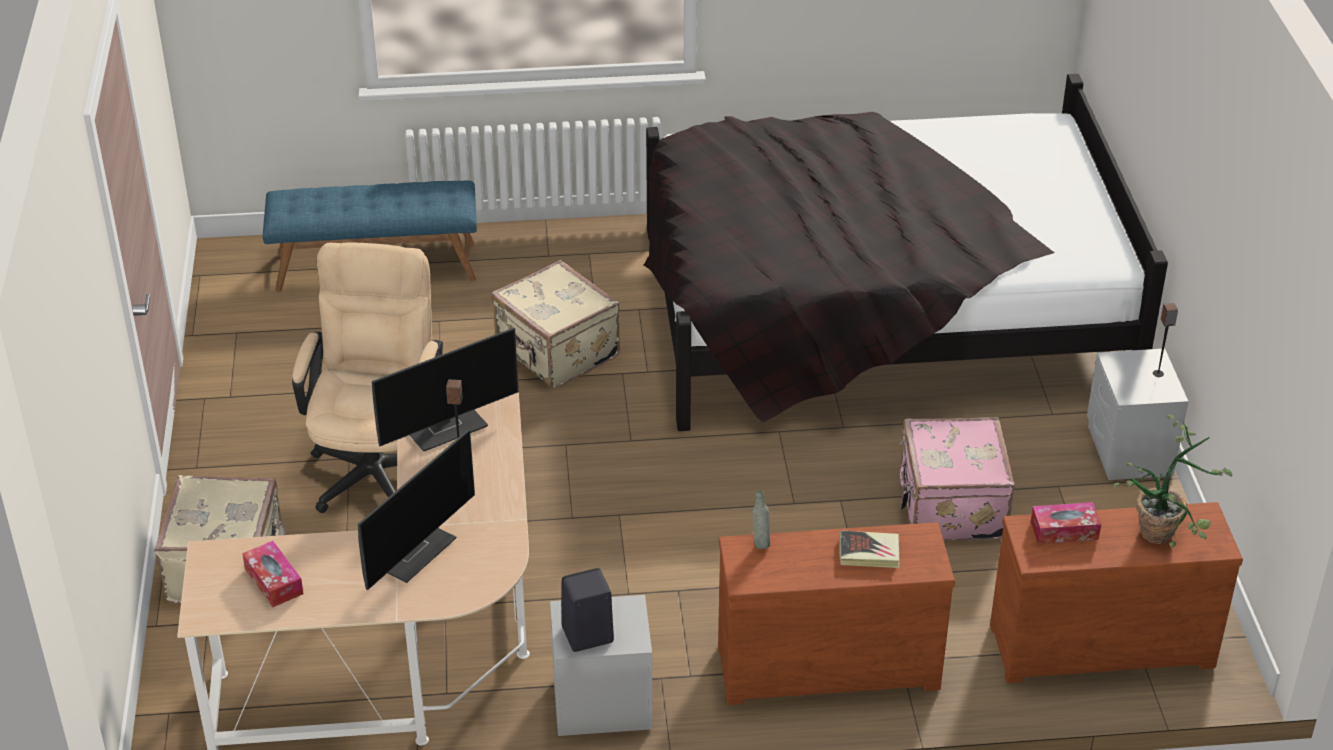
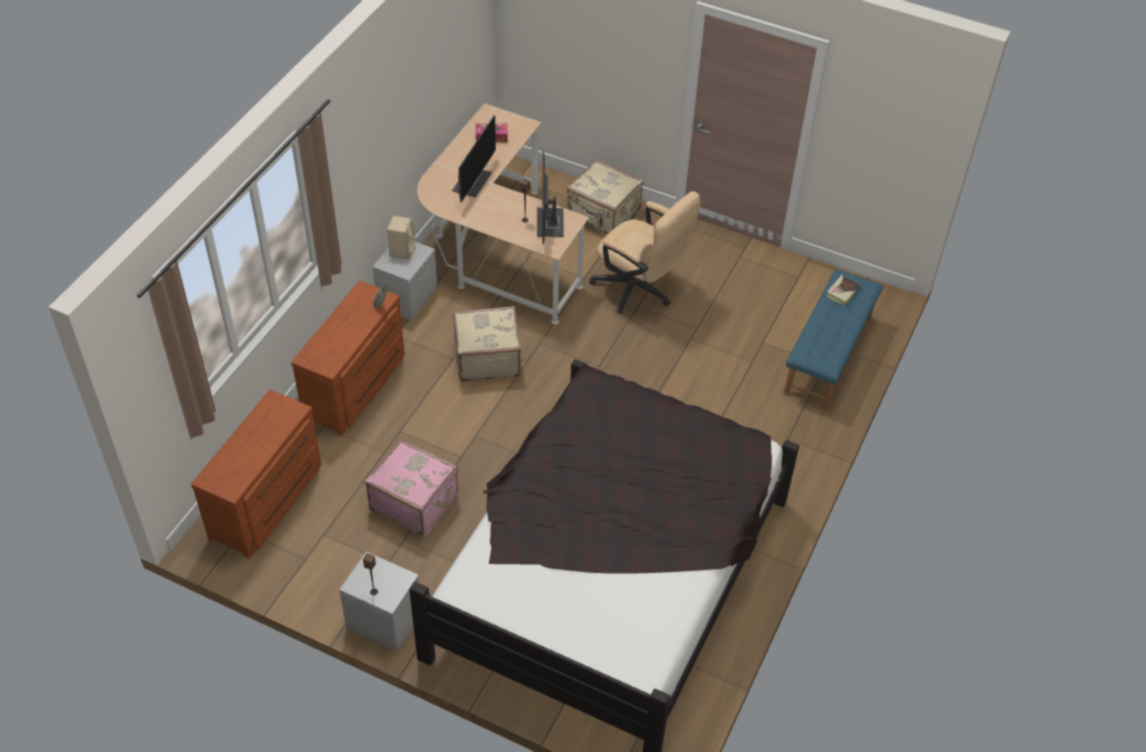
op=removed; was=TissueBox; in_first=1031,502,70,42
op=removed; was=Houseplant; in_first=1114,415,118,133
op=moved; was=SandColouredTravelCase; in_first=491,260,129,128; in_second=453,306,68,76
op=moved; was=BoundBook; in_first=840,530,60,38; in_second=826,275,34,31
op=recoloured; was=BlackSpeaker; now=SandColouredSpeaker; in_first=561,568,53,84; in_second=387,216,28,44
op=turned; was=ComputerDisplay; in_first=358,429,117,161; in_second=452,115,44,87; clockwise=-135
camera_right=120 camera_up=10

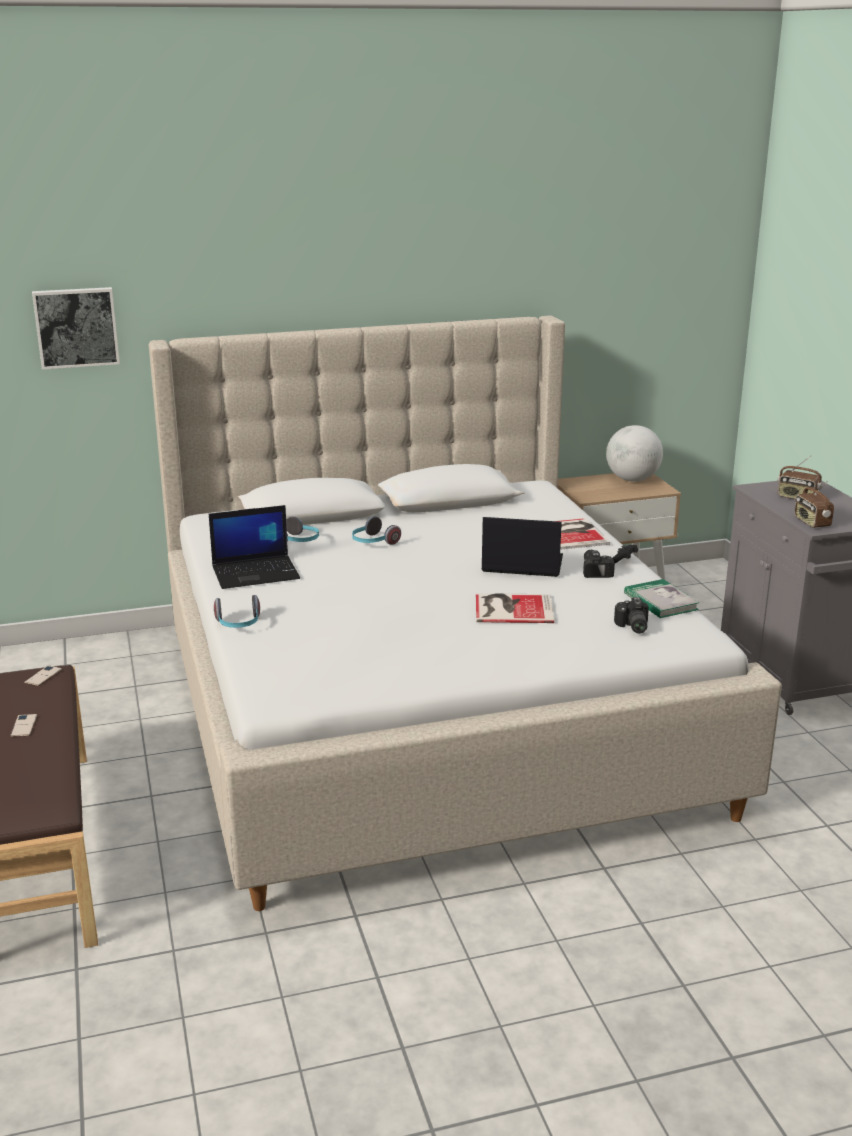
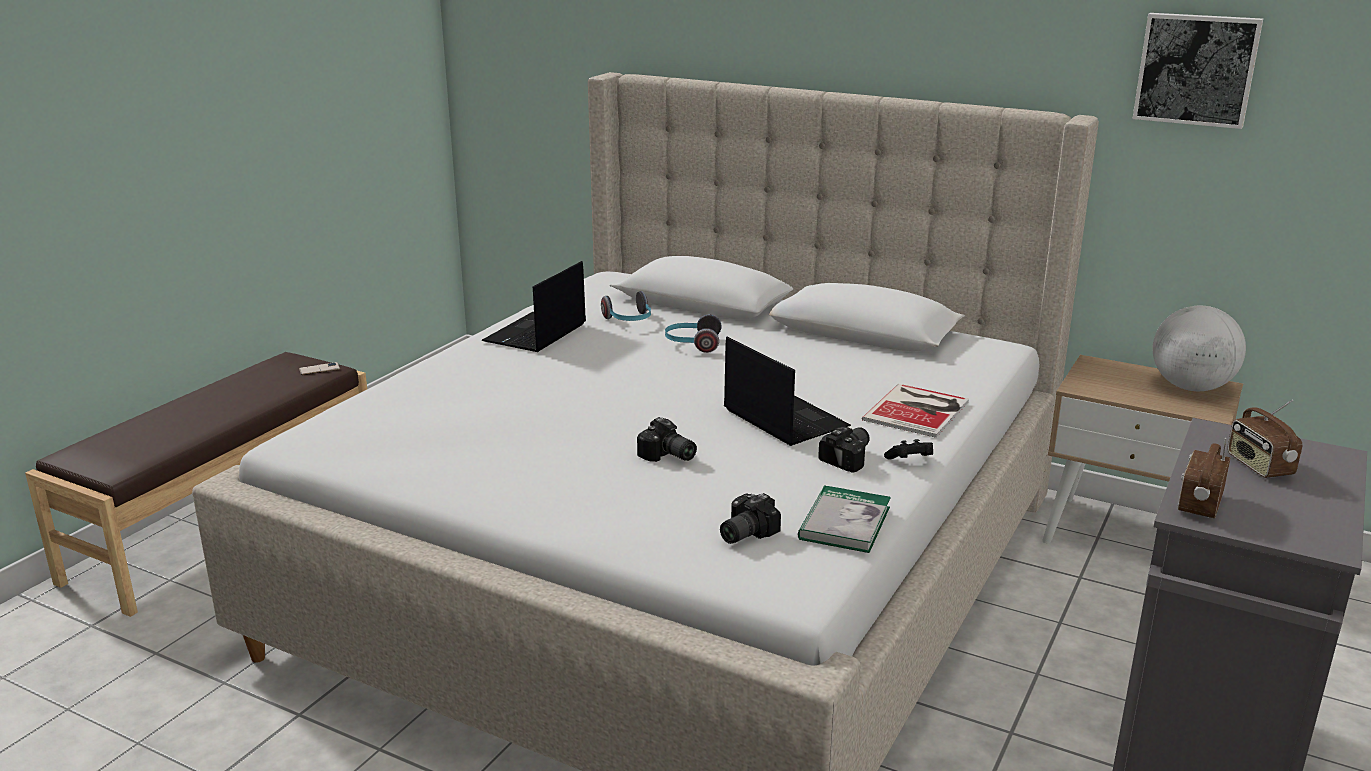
op=removed; was=Handset; in_first=10,714,27,23
op=removed; was=PairOfHeadphones; in_first=214,595,46,33
op=moved; was=WallPicture; in_first=32,287,88,83; in_second=1132,13,131,116
op=replaced; was=BoundBook; now=PhotoCamera; in_first=476,593,78,30; in_second=637,417,60,45
op=turned; was=PortableComputer; in_first=209,505,91,84; in_second=482,261,104,91; clockwise=90
camera_right=45 camera_up=0

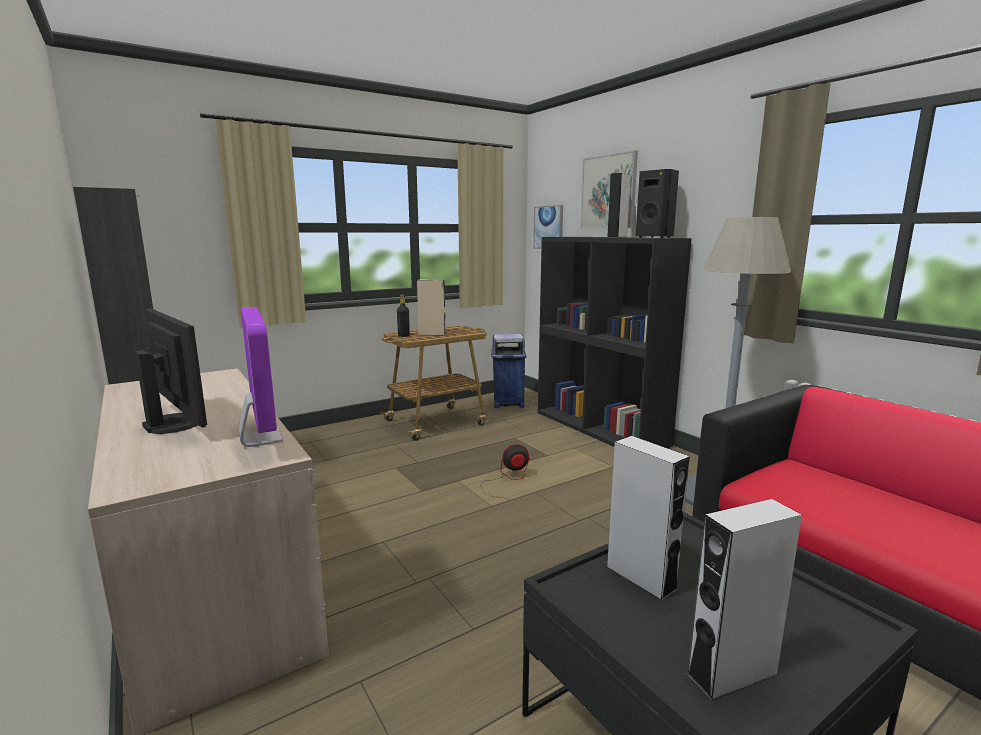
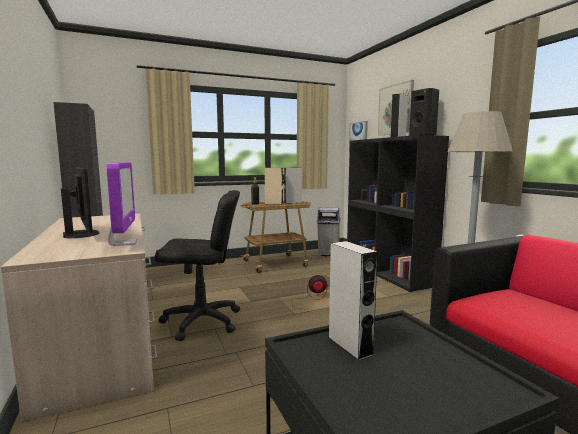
op=added; now=BlackDeskChair; in_second=154,190,86,151
op=moved; was=GraySpeaker; in_first=686,499,116,202; in_second=284,168,18,36
op=recoloured; was=BluishTrashCan; now=GrayTrashCan; in_first=491,334,35,74; in_second=316,208,25,49
camera_right=10 camera_up=-5

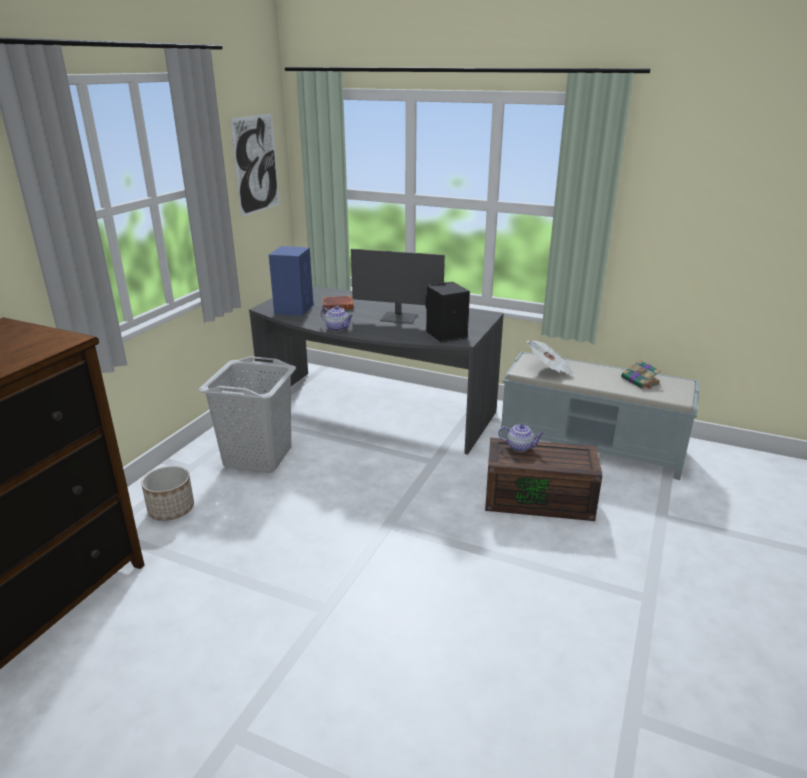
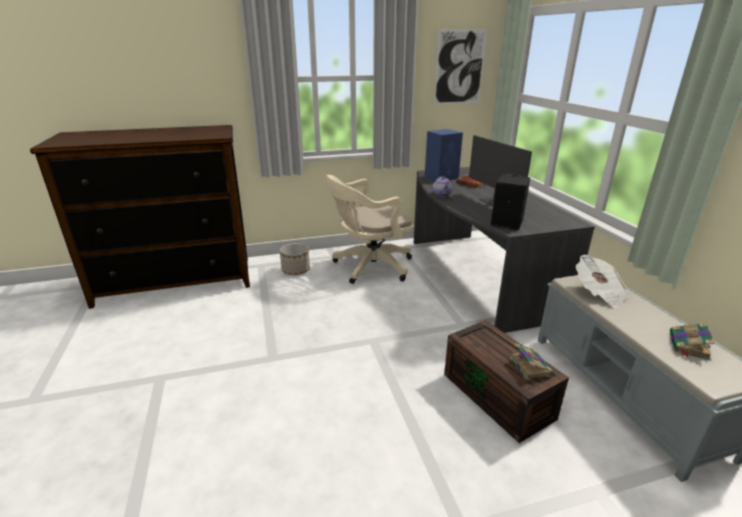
op=removed; was=Teapot; in_first=498,424,46,28
op=added; now=BoundBook; in_second=510,343,43,37
op=replaced; was=GrayLaundryBasket; now=SandColouredDeskChair; in_first=199,356,97,117; in_second=327,175,86,109
camera_right=50 camera_up=0

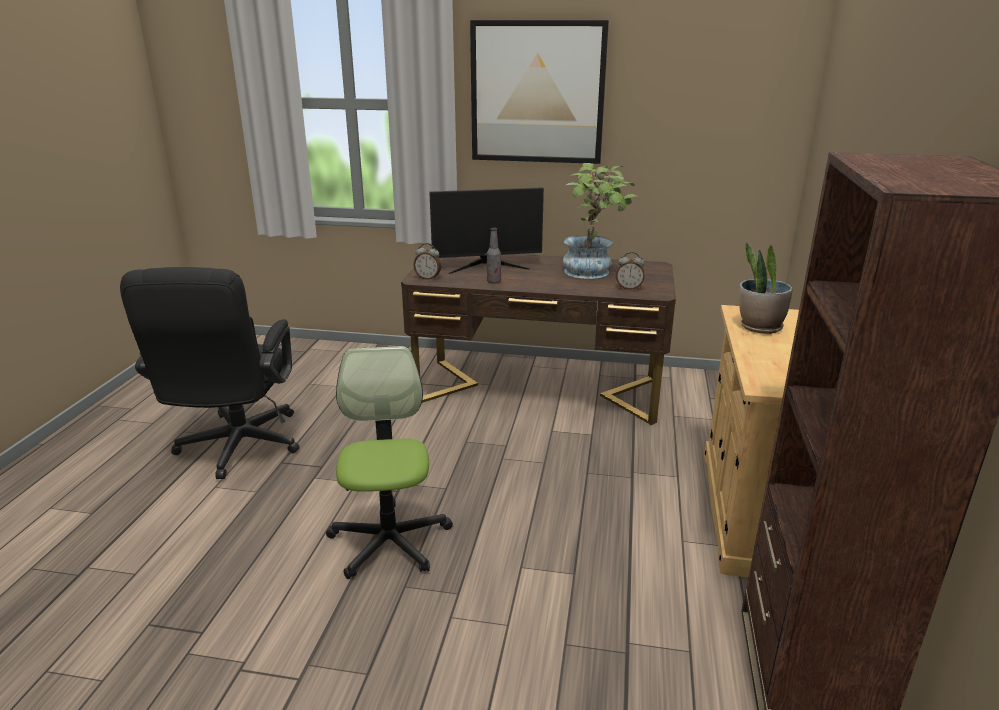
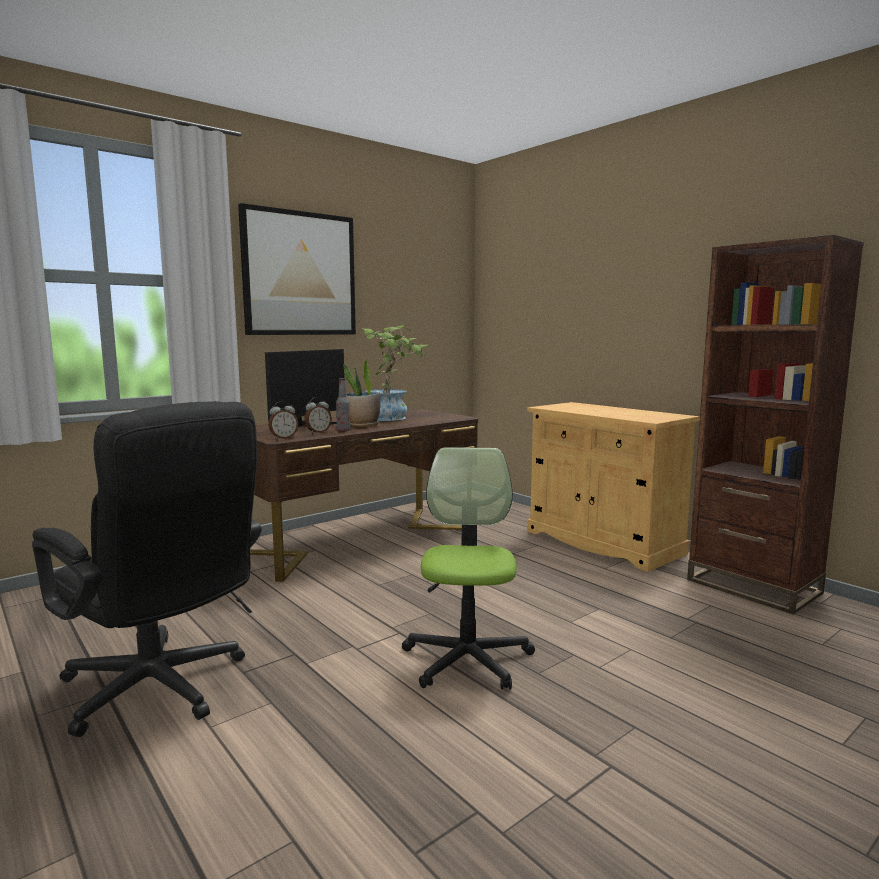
op=moved; was=BedsideClock; in_first=616,252,29,38; in_second=304,397,28,36
op=moved; was=Houseplant; in_first=739,242,54,92; in_second=344,360,36,67
op=turned; was=DeskChair; in_first=326,346,127,233; in_second=402,447,133,243; clockwise=60
camera_right=-50 camera_up=-15

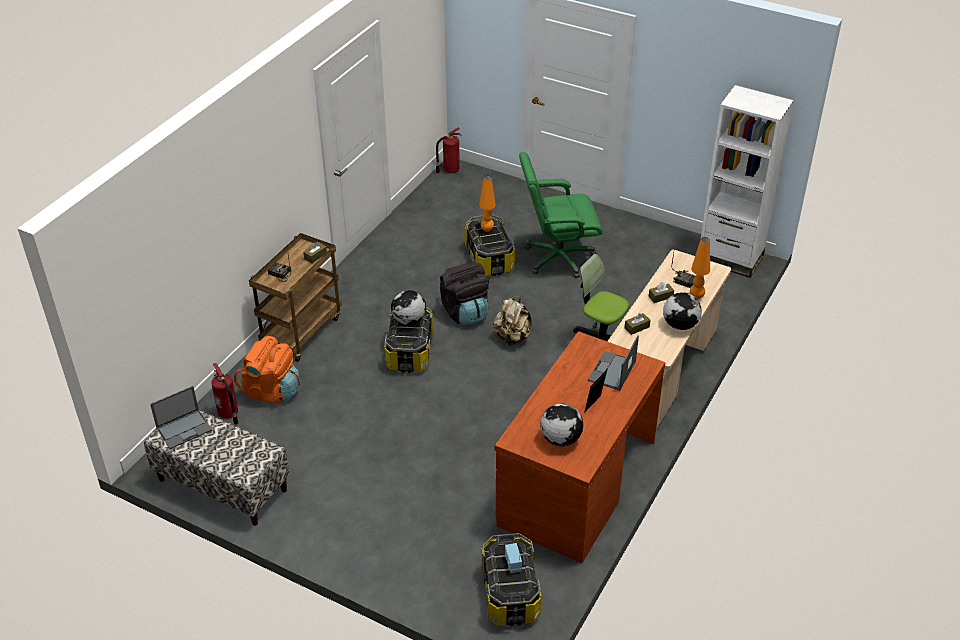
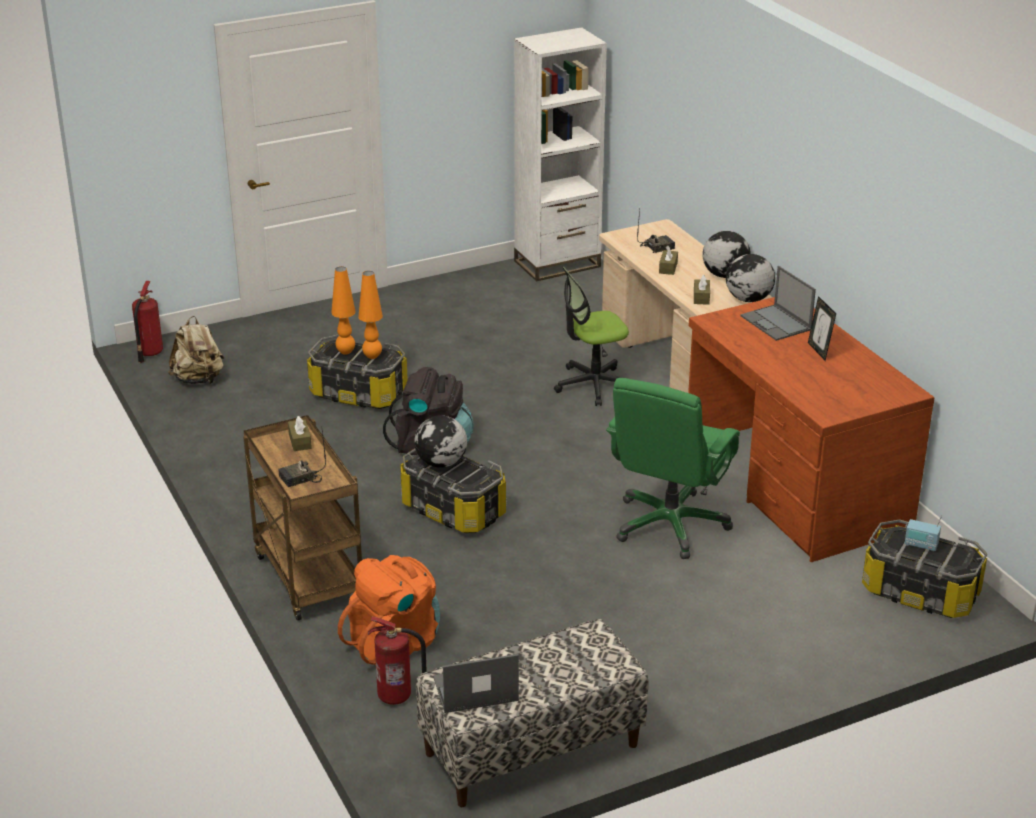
op=moved; was=SandColouredRucksack; in_first=493,296,39,50; in_second=168,316,56,68
op=moved; was=GreenDeskChair; in_first=519,152,84,126; in_second=606,378,134,181
op=moved; was=WorldGlobe; in_first=540,404,43,42; in_second=726,254,49,48
op=moved; was=OrangeyLampForATable; in_first=690,237,20,62; in_second=358,271,25,88
op=turned; was=PortableComputer; in_first=150,386,62,63; in_second=433,654,86,59; clockwise=-105
camera_right=-55 camera_up=-10

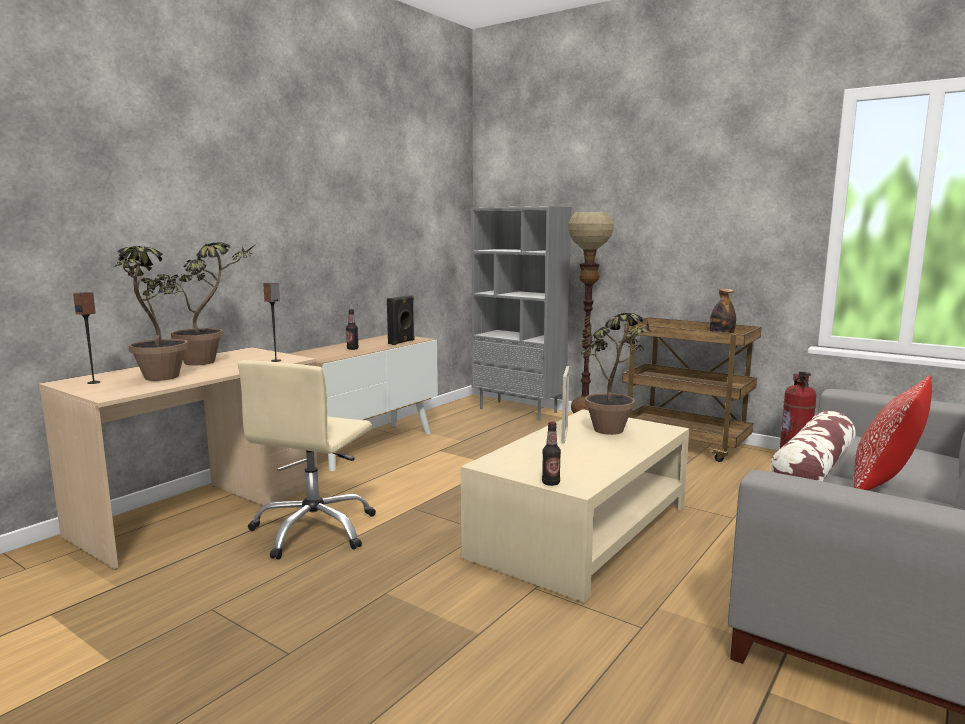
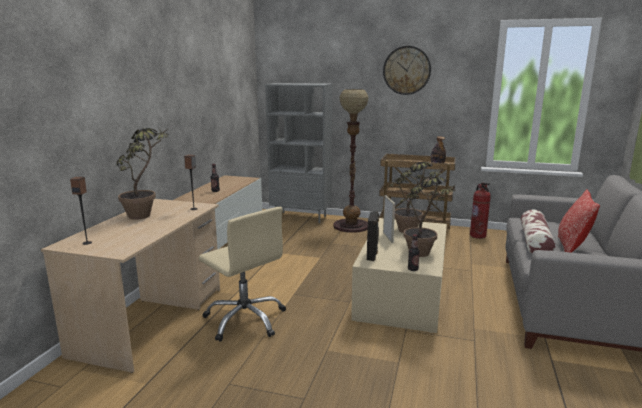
op=added; now=WallClock; in_second=383,46,48,49
op=moved; was=Houseplant; in_first=114,246,74,135; in_second=400,177,55,80
op=moved; was=BlackSpeaker; in_first=387,295,27,50; in_second=367,211,12,50
op=turned; was=SandColouredDeskChair; in_first=238,360,138,200; in_second=199,207,87,135; clockwise=-45
camera_right=-20 camera_up=5

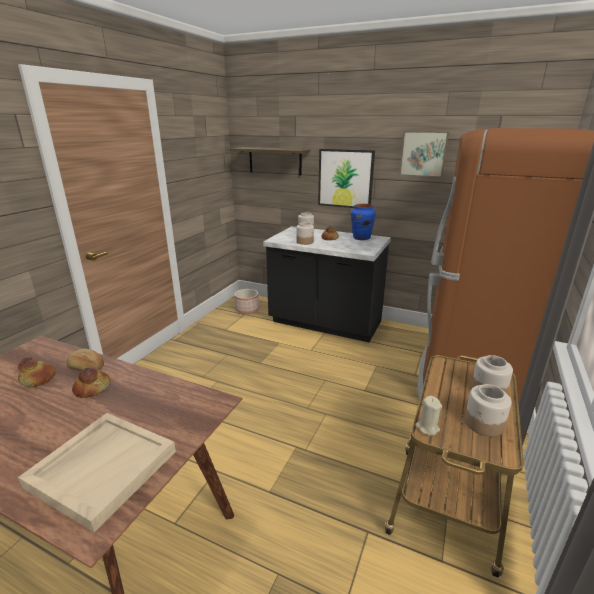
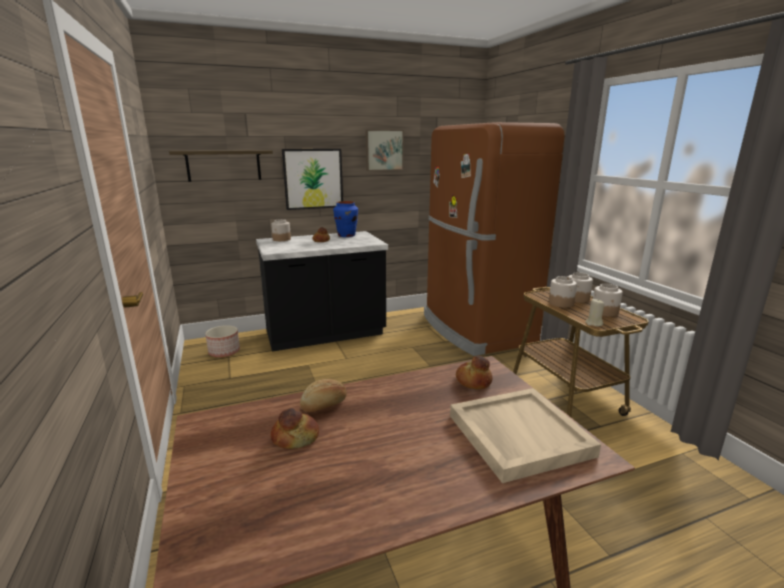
op=moved; was=BakedBread; in_first=72,368,39,30; in_second=456,356,36,33
op=moved; was=PreserveJar; in_first=296,222,18,23; in_second=549,276,28,32
camera_right=-45 camera_up=-5

